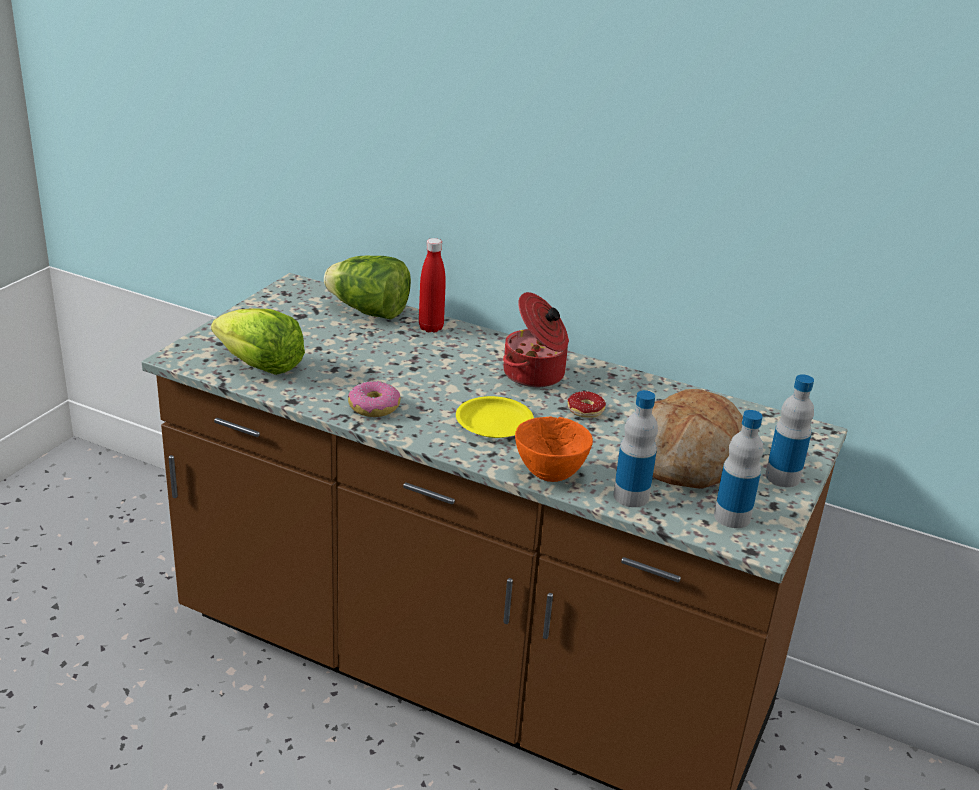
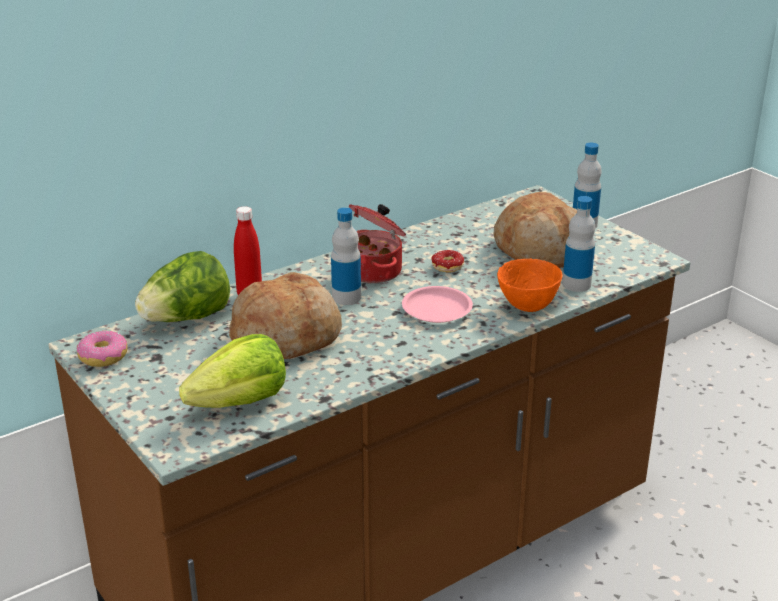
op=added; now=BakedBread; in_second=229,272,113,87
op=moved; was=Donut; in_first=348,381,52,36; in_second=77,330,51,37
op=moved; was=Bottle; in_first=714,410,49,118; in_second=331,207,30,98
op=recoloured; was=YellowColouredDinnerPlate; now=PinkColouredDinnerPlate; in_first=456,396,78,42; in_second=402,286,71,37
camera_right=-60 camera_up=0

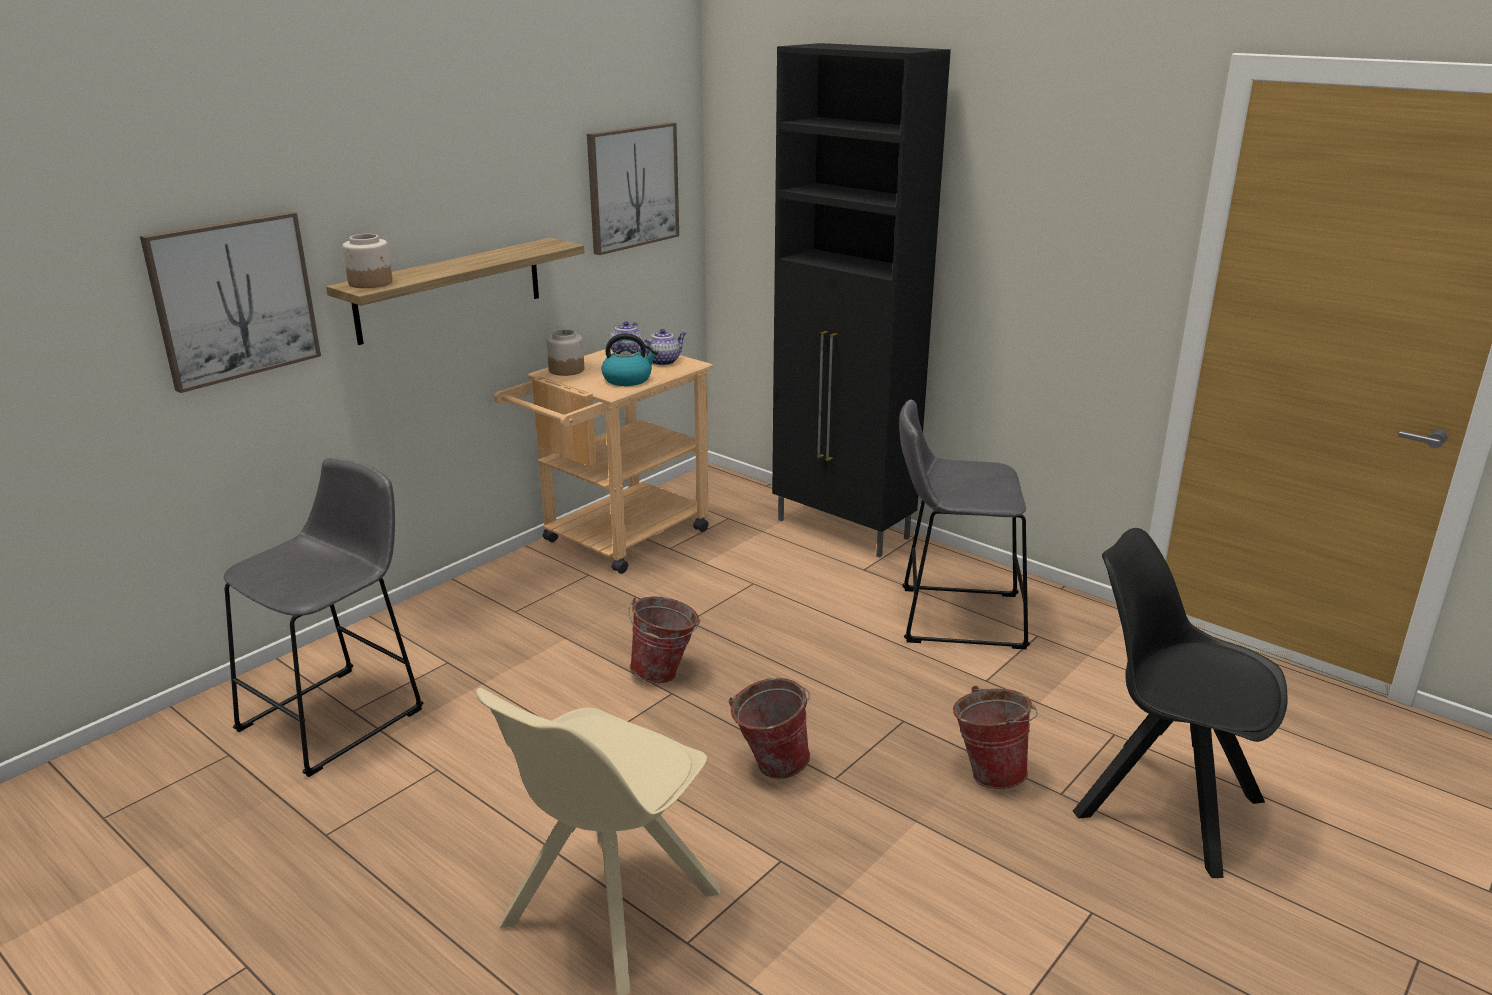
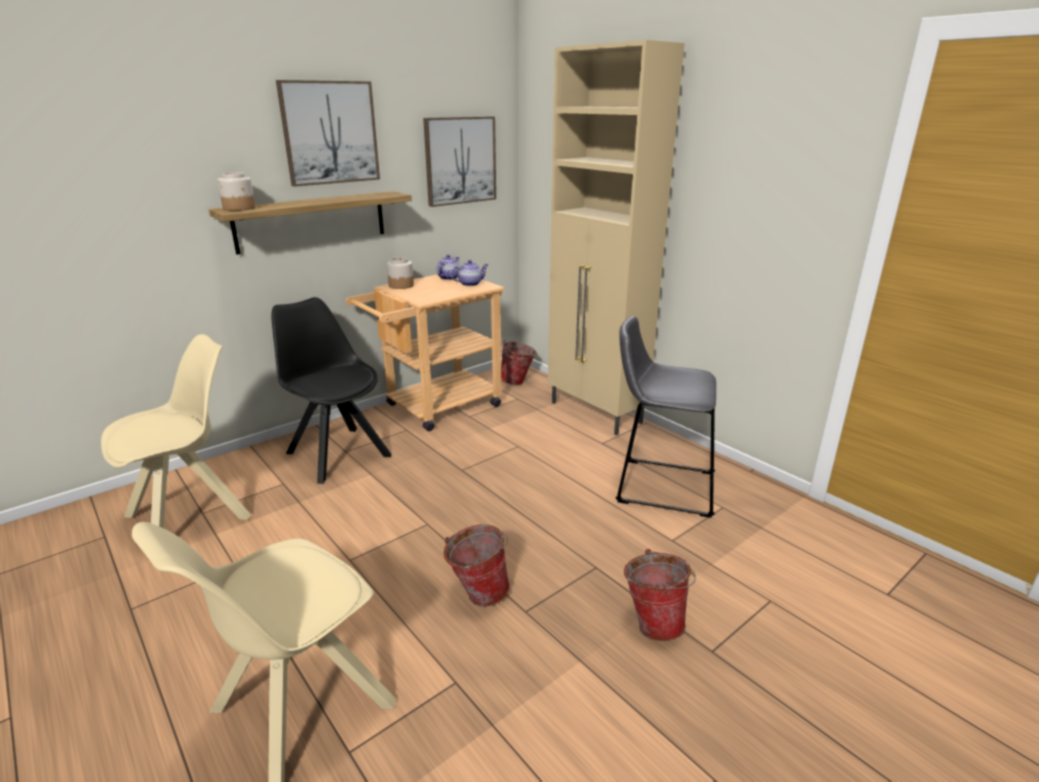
op=removed; was=Kettle; in_first=601,333,58,53
op=moved; was=WallPicture; in_first=140,212,181,181; in_second=276,80,104,107
op=moved; was=Pail; in_first=629,597,71,86; in_second=501,340,36,45
op=moved; was=BlackPlainChair; in_first=1073,528,215,350; in_second=272,297,119,187
op=replaced; was=GrayStool; now=SandColouredPlainChair; in_first=223,457,200,320; in_second=101,334,150,194
op=recoloured; was=BlackCabinet; now=SandColouredCabinet; in_first=772,43,179,515; in_second=548,40,137,395
camera_right=10 camera_up=0

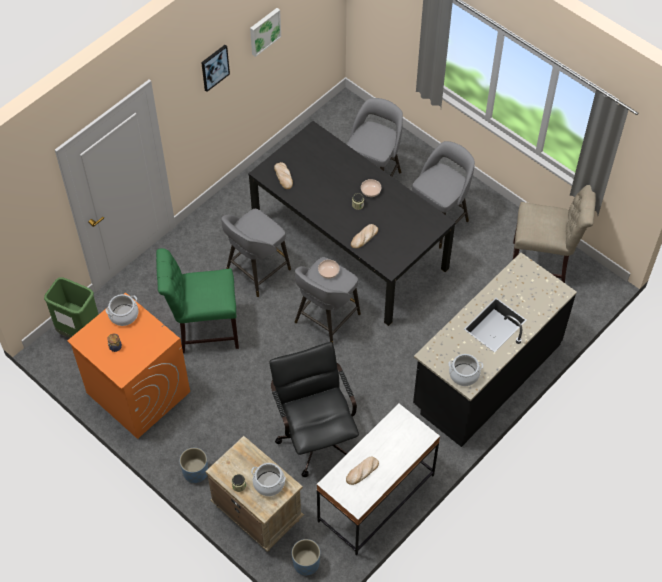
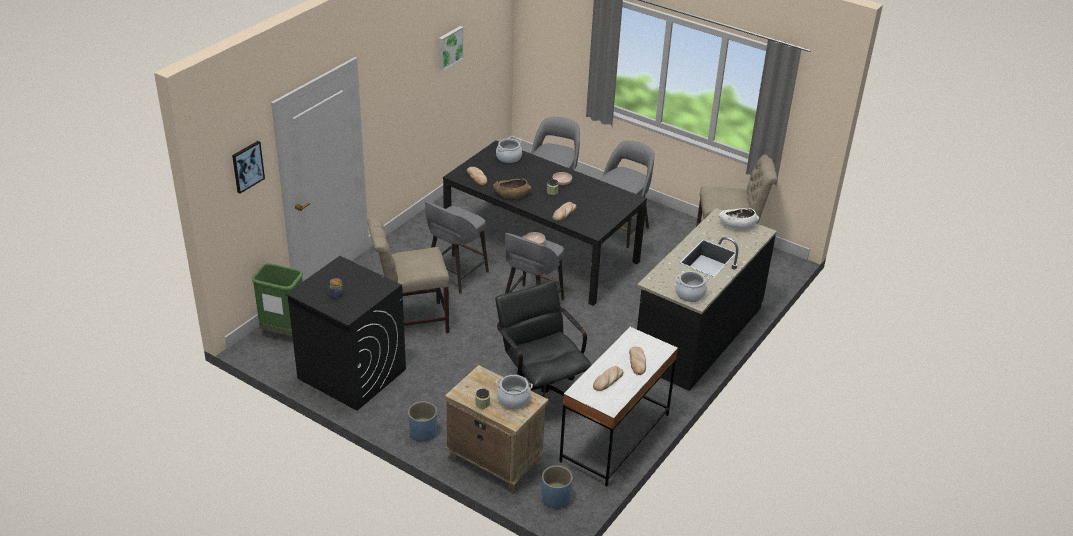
op=added; now=BrownDeepDish; in_second=493,179,38,20
op=added; now=BakedBread; in_second=629,346,17,29
op=added; now=WhiteDeepDish; in_second=719,208,40,21
op=moved; was=CookingPot; in_first=105,294,33,32; in_second=496,138,26,25
op=moved; was=WallPicture; in_first=201,45,29,47; in_second=232,141,33,53
op=recoloured; was=OrangeyLaundryAppliance; now=BlackLaundryAppliance; in_first=67,293,123,146; in_second=285,256,121,155
op=recoloured; was=GreenPlainChair; now=SandColouredPlainChair; in_first=156,248,83,105; in_second=367,217,83,116
camera_right=-10 camera_up=-20

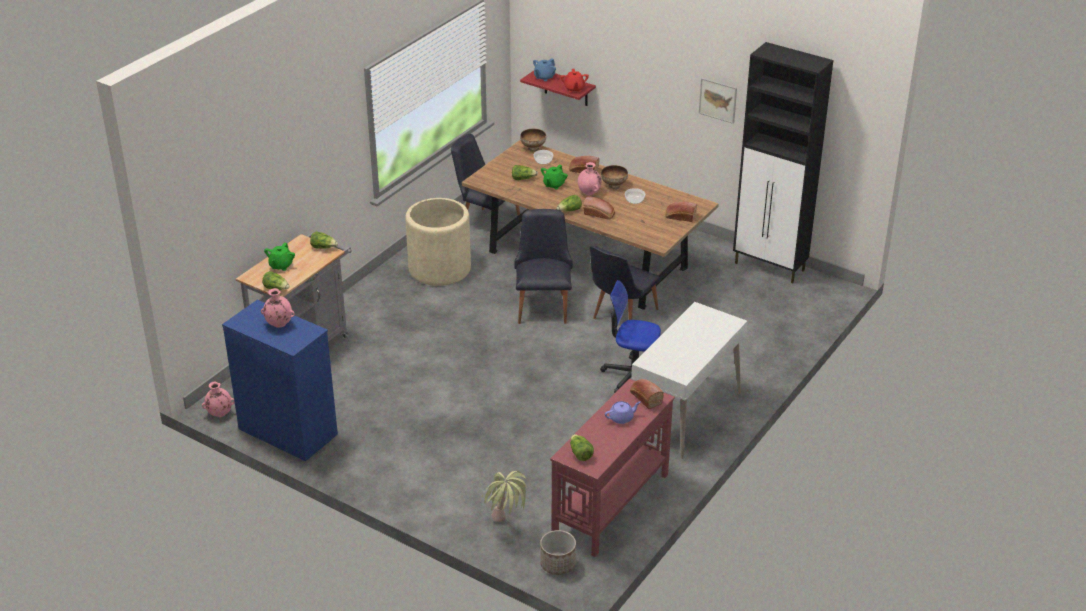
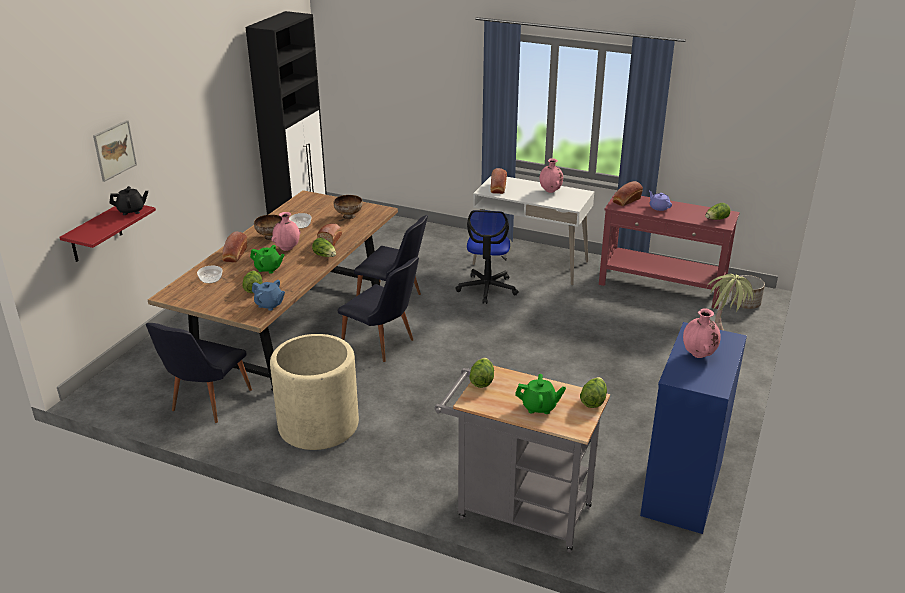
op=moved; was=PinkColouredFlowerVase; in_first=202,381,33,36; in_second=539,158,24,35
op=moved; was=DeepDish; in_first=520,129,26,23; in_second=334,195,29,24
op=moved; was=BluishTeapot; in_first=533,58,23,23; in_second=252,280,33,31
op=moved; was=BakedBread; in_first=665,202,32,20; in_second=490,168,17,26
op=moved; was=WallPicture; in_first=699,78,38,46; in_second=93,120,44,62
op=recoloured; was=ReddishTeapot; now=BlackTeapot; in_first=560,69,29,23; in_second=110,186,38,29
op=turned; was=BlackPlainChair; in_first=514,209,59,115; in_second=338,257,81,105; clockwise=-135
camera_right=-100 camera_up=-5

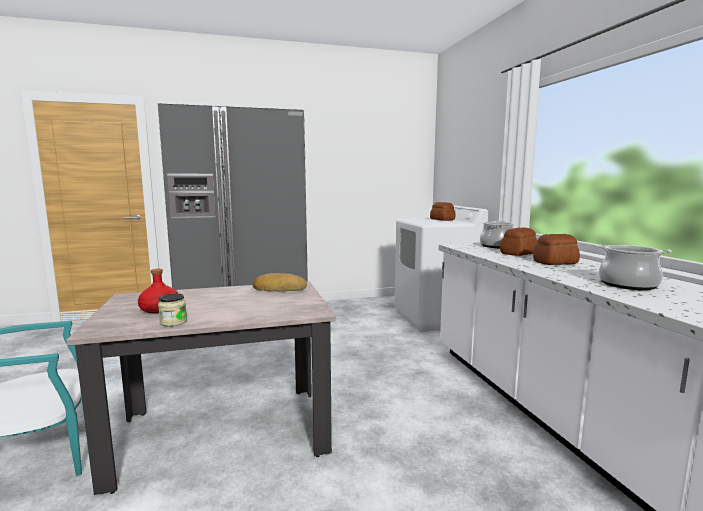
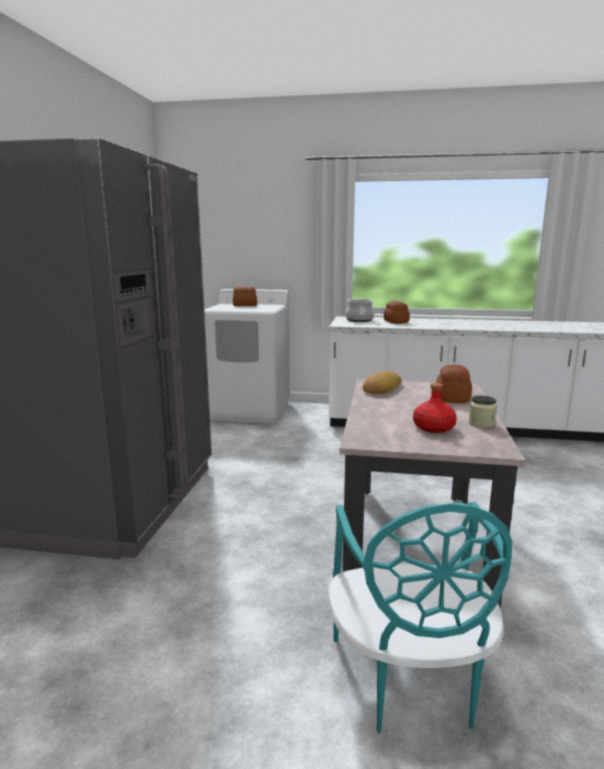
op=removed; was=CookingPot; in_first=597,244,75,46
op=moved; was=BakedBread; in_first=533,234,47,31; in_second=436,364,36,39
camera_right=-65 camera_up=5

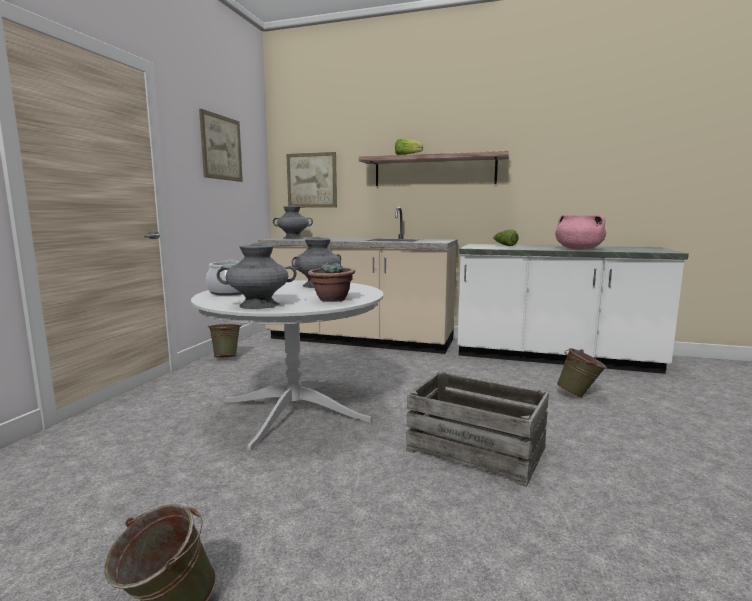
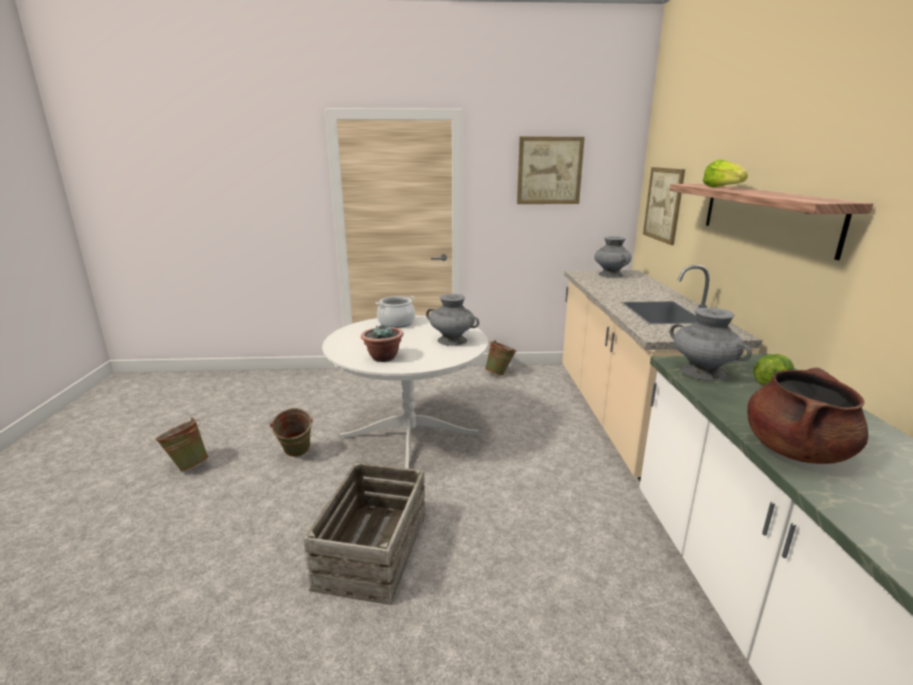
op=moved; was=GrayFlowerVase; in_first=217,243,79,66; in_second=669,308,83,73
op=moved; was=GreenPail; in_first=557,348,50,50; in_second=270,408,43,49
op=recoloured; was=PinkColouredCookingPot; now=BrownCookingPot; in_first=555,215,51,35; in_second=747,368,121,96
camera_right=70 camera_up=10

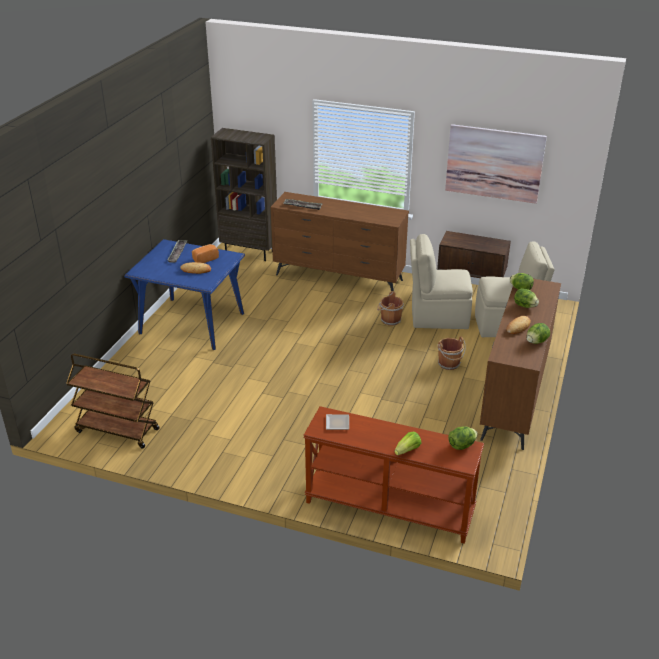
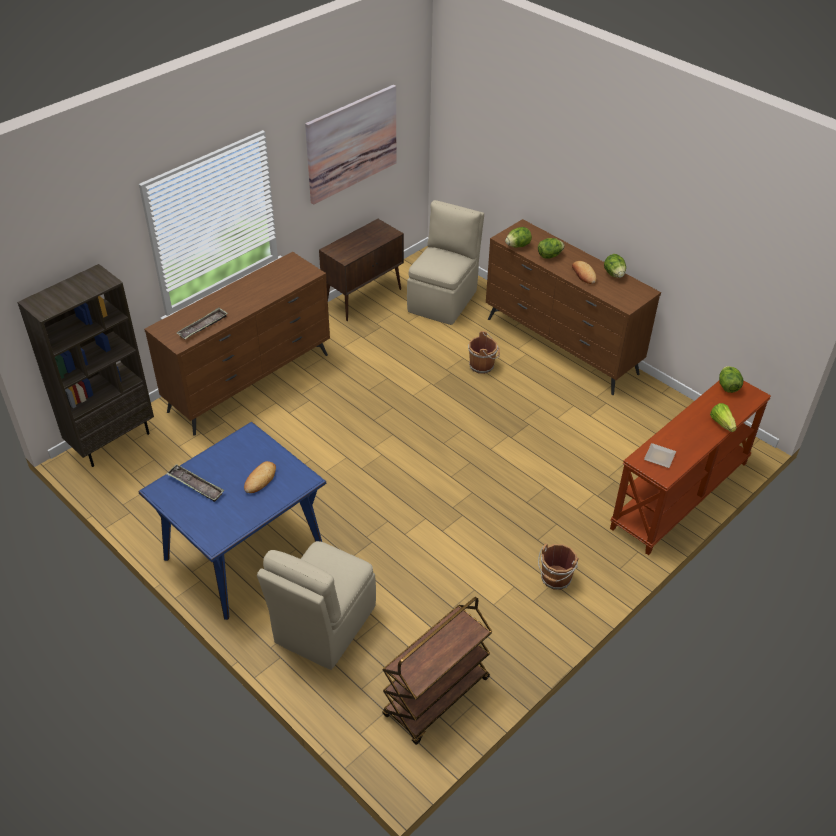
op=removed; was=BakedBread; in_first=192,244,27,19
op=moved; was=BrownPail; in_first=377,291,27,35; in_second=538,543,41,47
op=moved; was=SandColouredPlainChair; in_first=410,234,63,95; in_second=257,541,119,129
camera_right=-65 camera_up=10

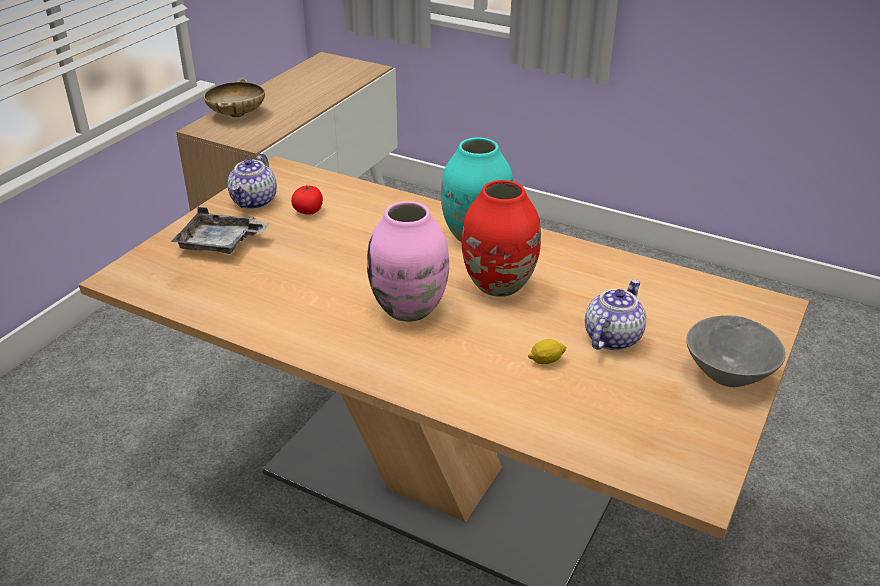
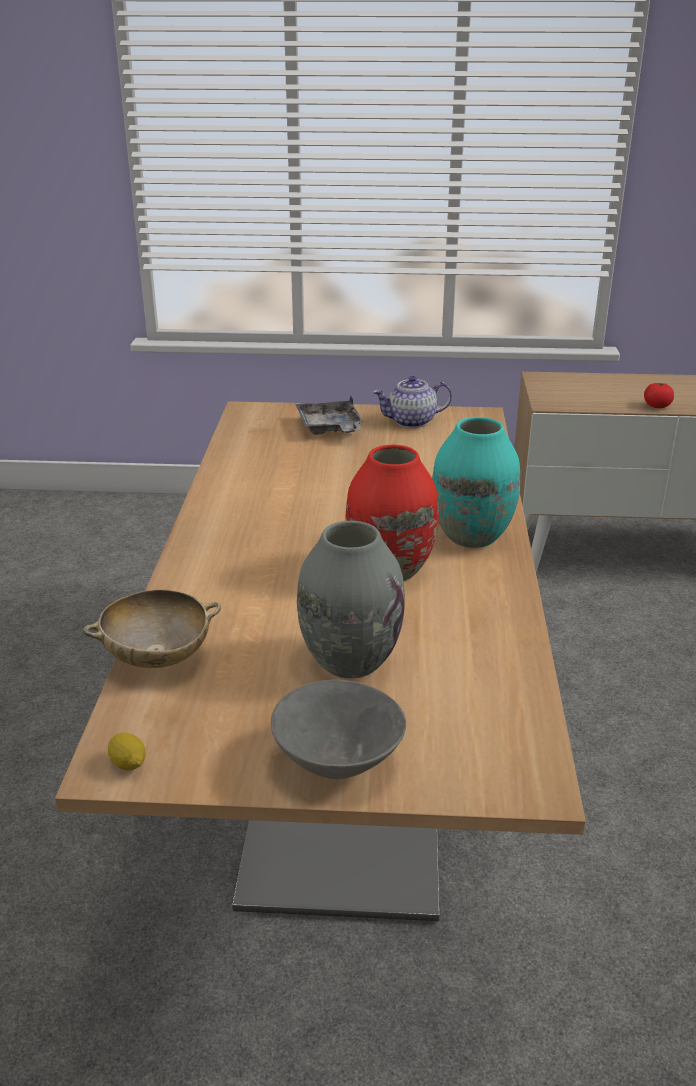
op=removed; was=PinkColouredFlowerVase; in_first=367,201,82,121
op=moved; was=SandColouredDeepDish; in_first=204,79,61,38; in_second=83,589,138,79
op=moved; was=Tomato; in_first=291,186,32,29; in_second=644,383,30,25
op=moved; was=WholeLemon; in_first=528,339,39,25; in_second=108,733,37,38
op=replaced; was=Teapot; now=GrayFlowerVase; in_first=585,279,61,71; in_second=297,521,108,158
camera_right=65 camera_up=-5

